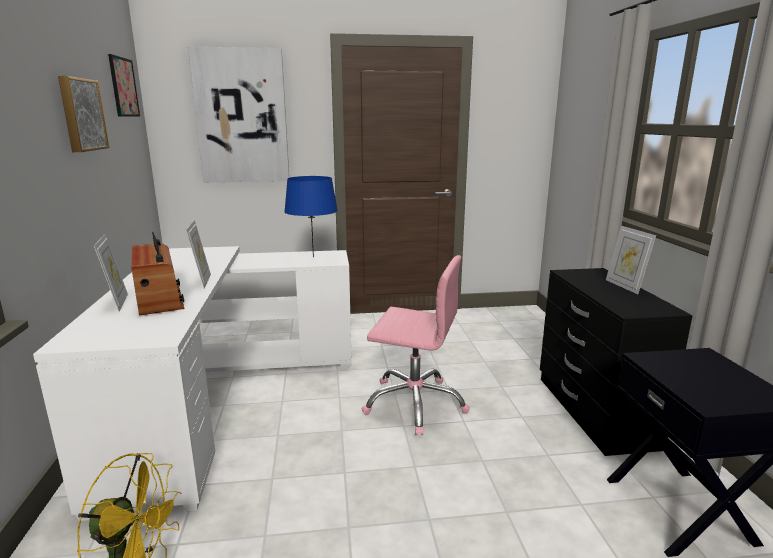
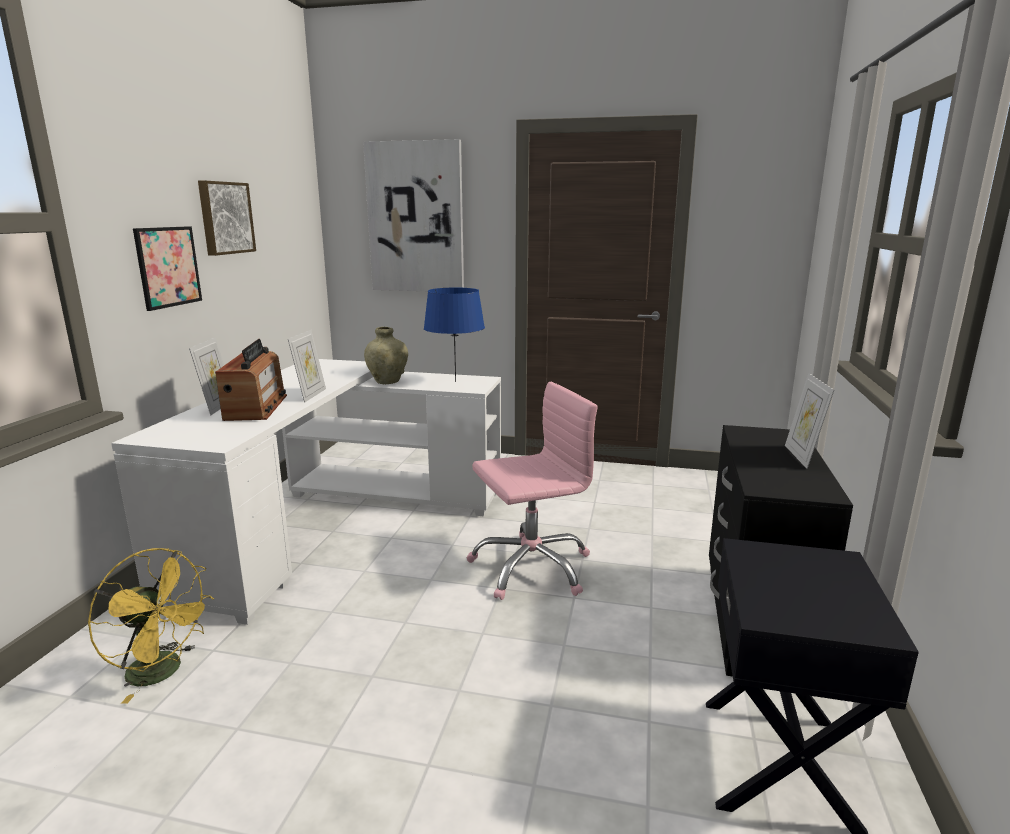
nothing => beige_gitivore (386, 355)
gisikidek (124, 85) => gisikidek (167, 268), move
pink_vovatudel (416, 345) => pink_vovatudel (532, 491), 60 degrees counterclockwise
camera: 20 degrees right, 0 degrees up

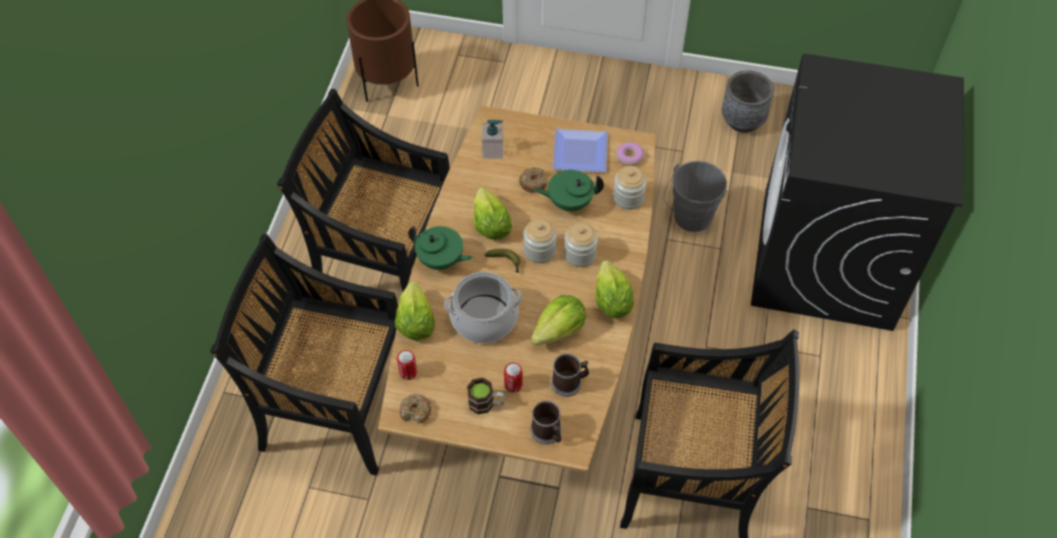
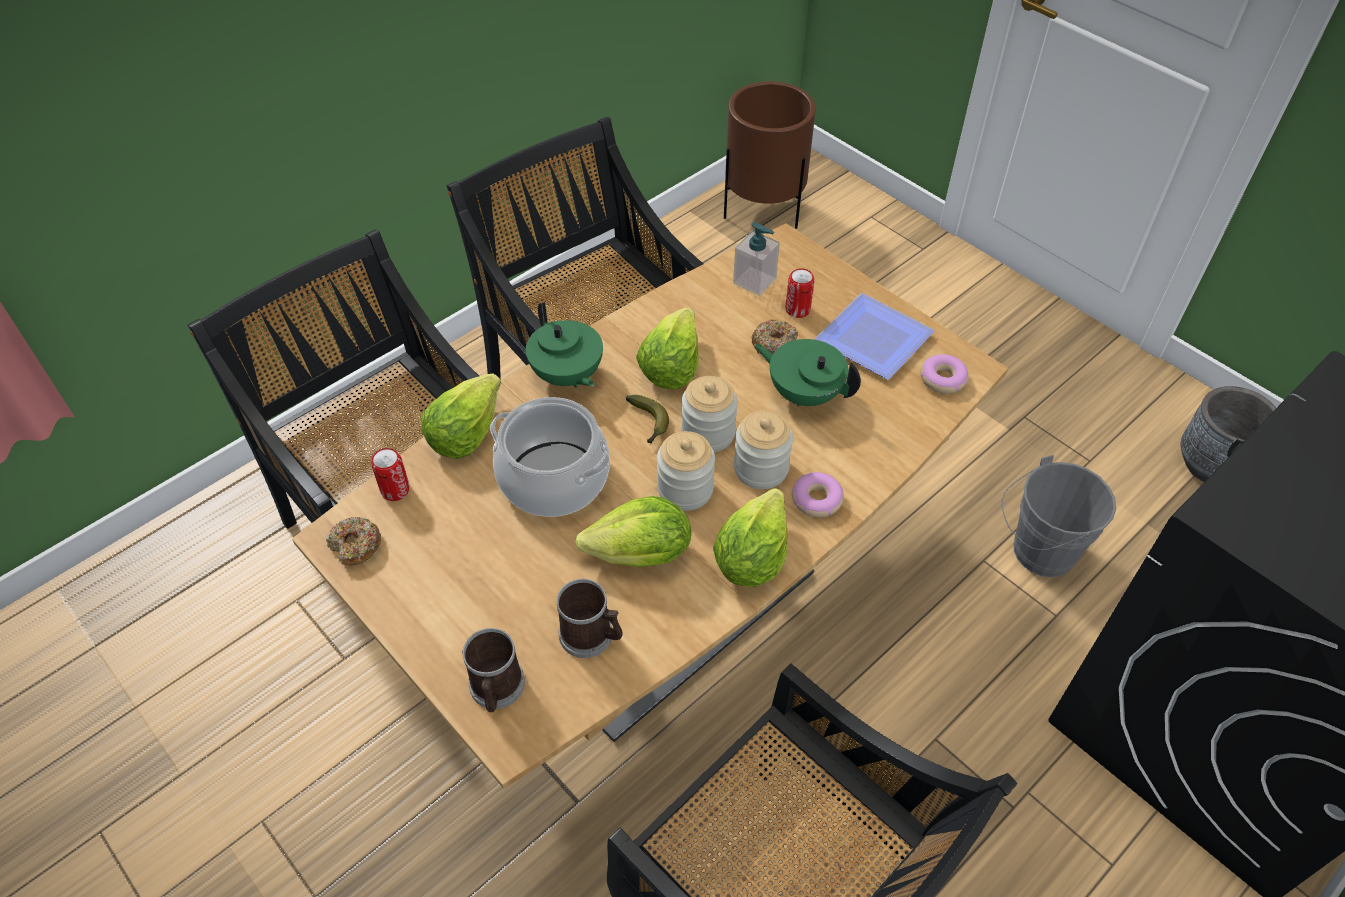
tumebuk (486, 396) => nothing
nothing => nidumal (818, 494)
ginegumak (513, 377) => ginegumak (799, 293), move
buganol (630, 188) => buganol (686, 471), move
camera: 35 degrees right, 5 degrees down

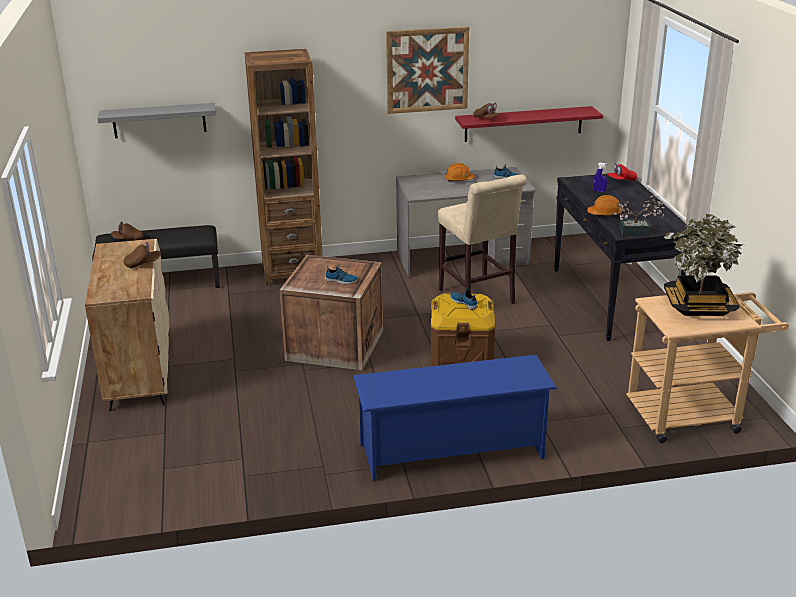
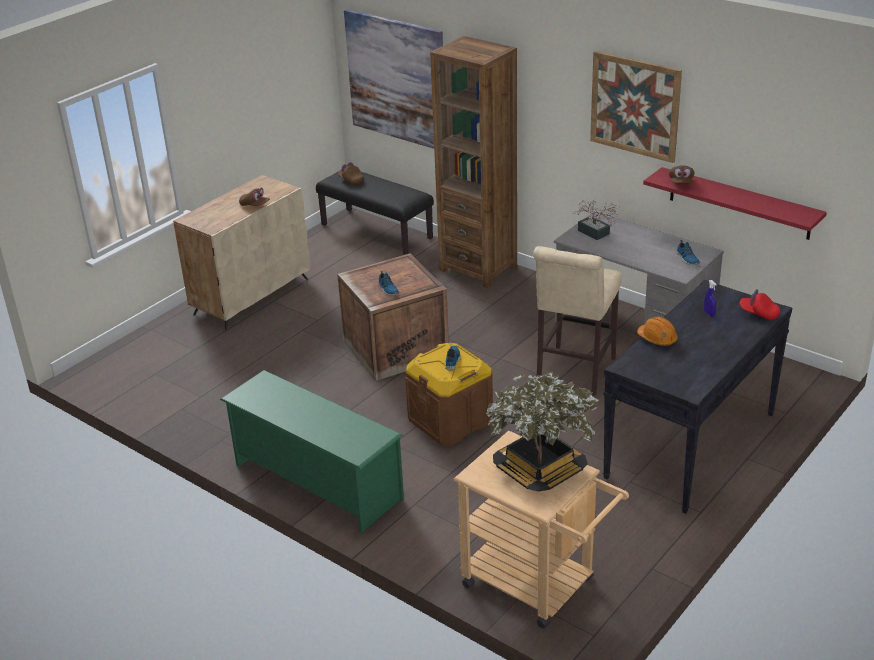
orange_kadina (460, 172) => nothing
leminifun (639, 215) => leminifun (596, 220), move
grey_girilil (156, 120) => gisikidek (393, 79)
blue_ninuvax (455, 418) => green_ninuvax (312, 451)
camera: 50 degrees right, 5 degrees up

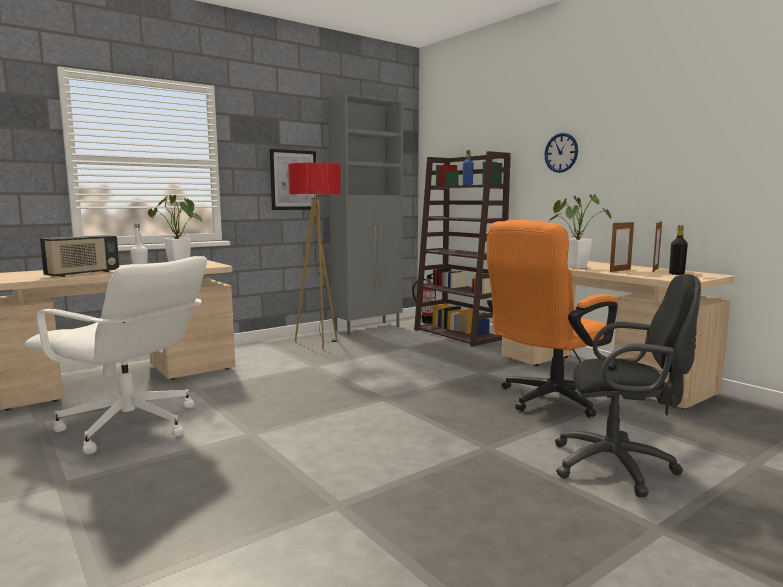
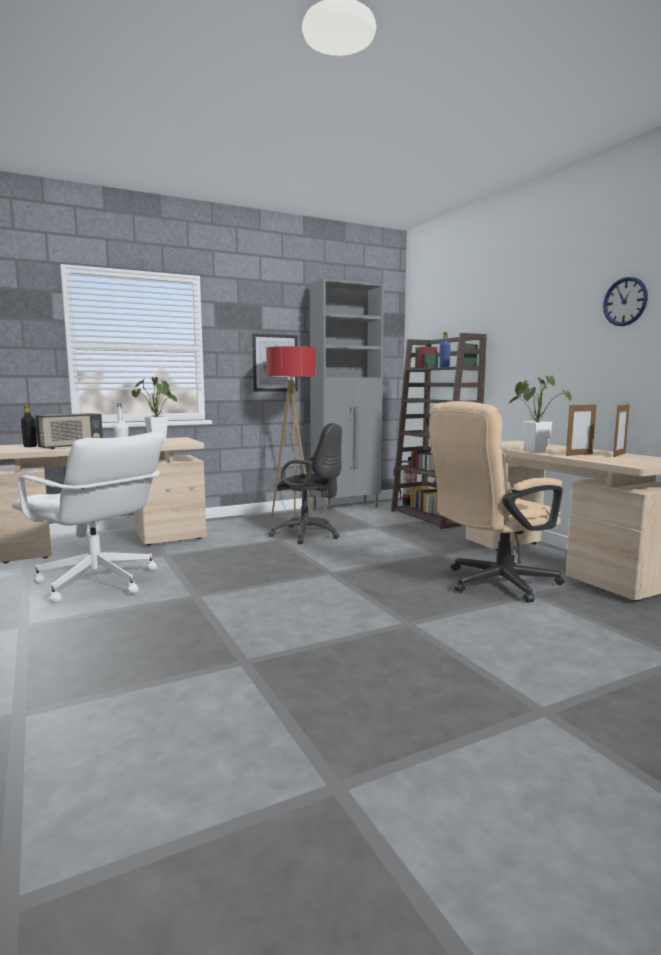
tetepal (561, 153) => tetepal (625, 301), move
black_vovatudel (628, 385) => black_vovatudel (305, 483), move
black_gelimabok (678, 250) => black_gelimabok (29, 425), move
orange_vovatudel (552, 318) => beige_vovatudel (496, 502)
camera: 10 degrees right, 0 degrees up

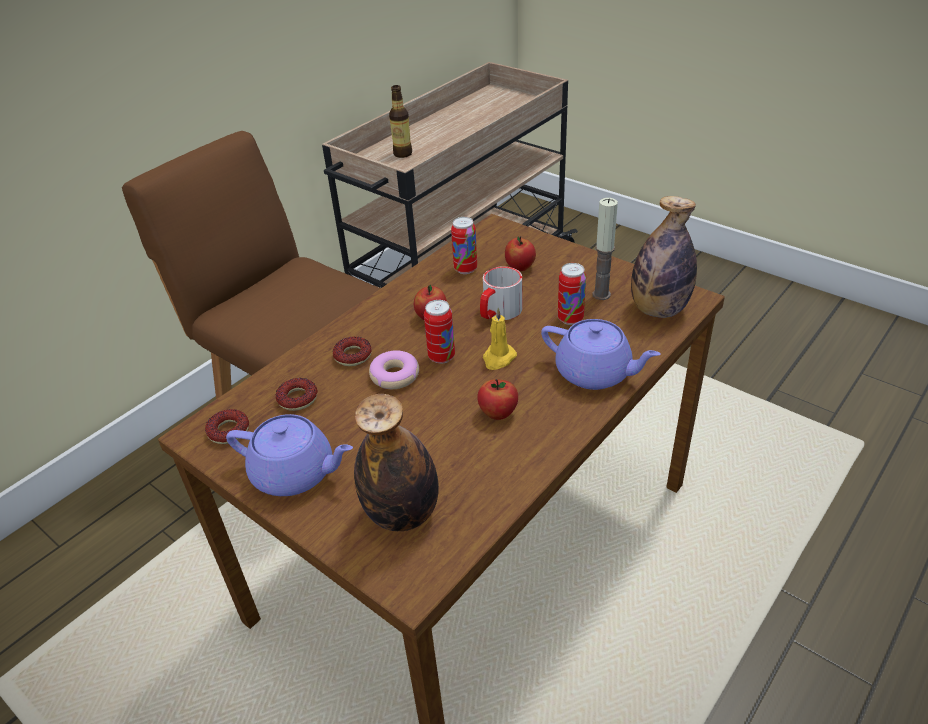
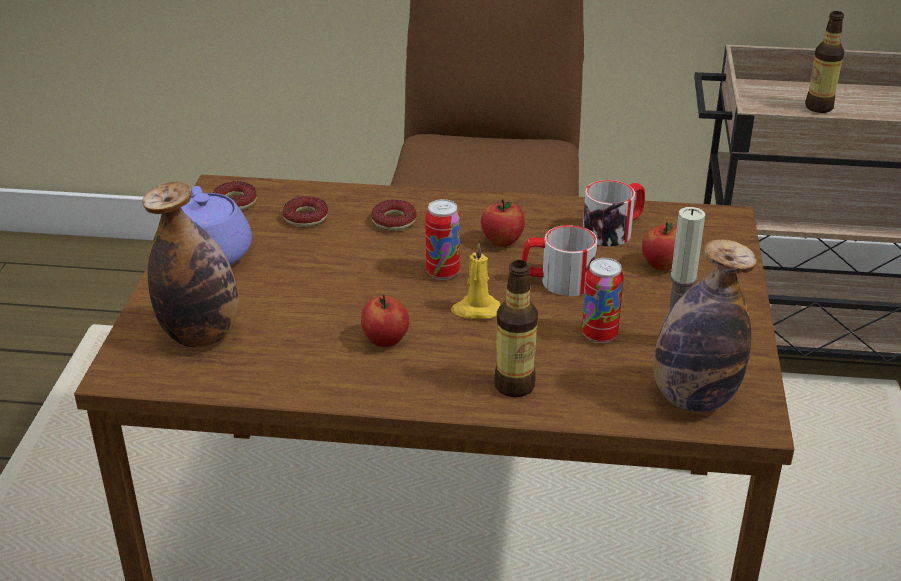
nidumal (394, 369) => nothing
ginegumak (464, 245) => tumebuk (614, 213)
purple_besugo (601, 354) => gelimabok (516, 328)
camera: 55 degrees right, 5 degrees down

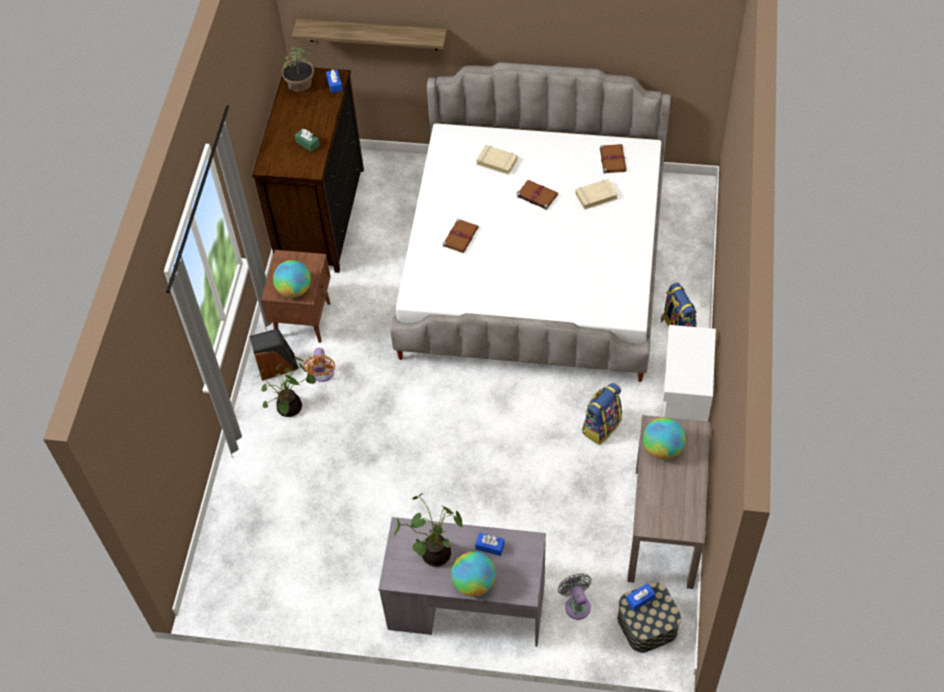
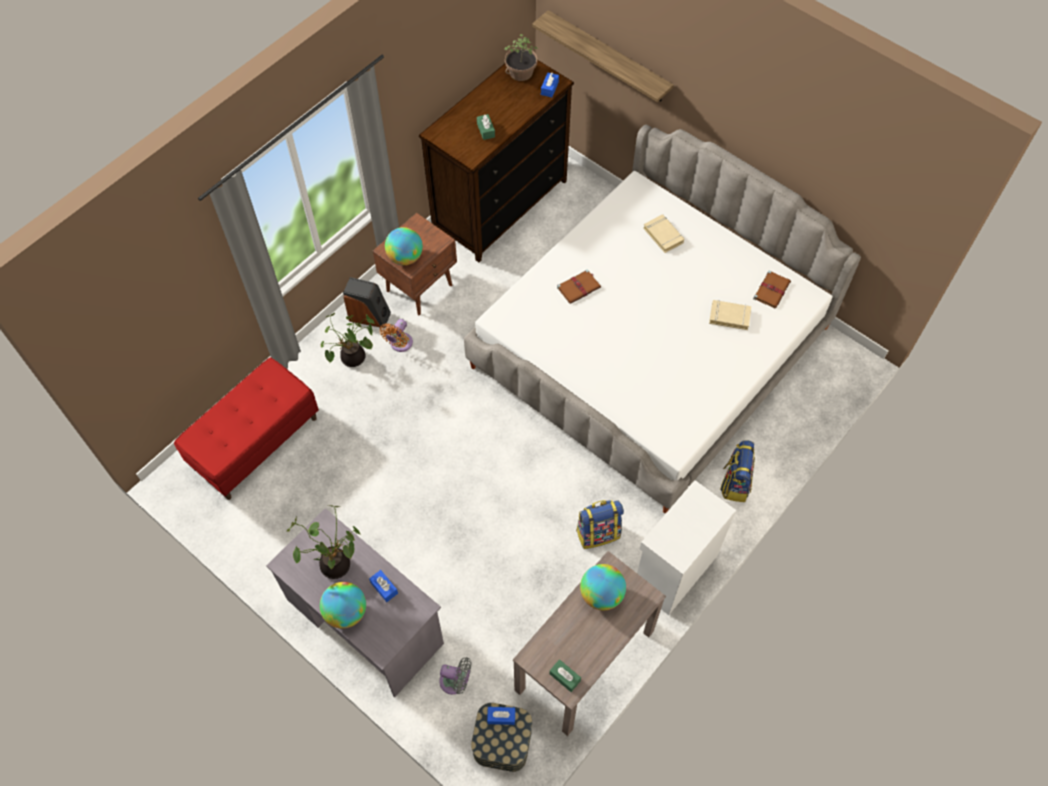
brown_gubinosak (537, 195) => nothing
nothing => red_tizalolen (246, 428)
nothing => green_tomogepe (565, 675)
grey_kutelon (575, 596) => grey_kutelon (455, 675), 90 degrees clockwise
camera: 30 degrees right, 5 degrees up

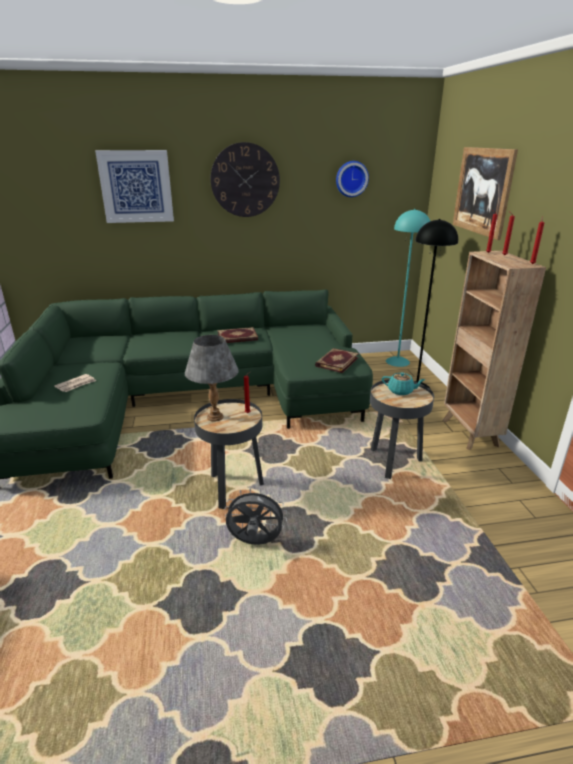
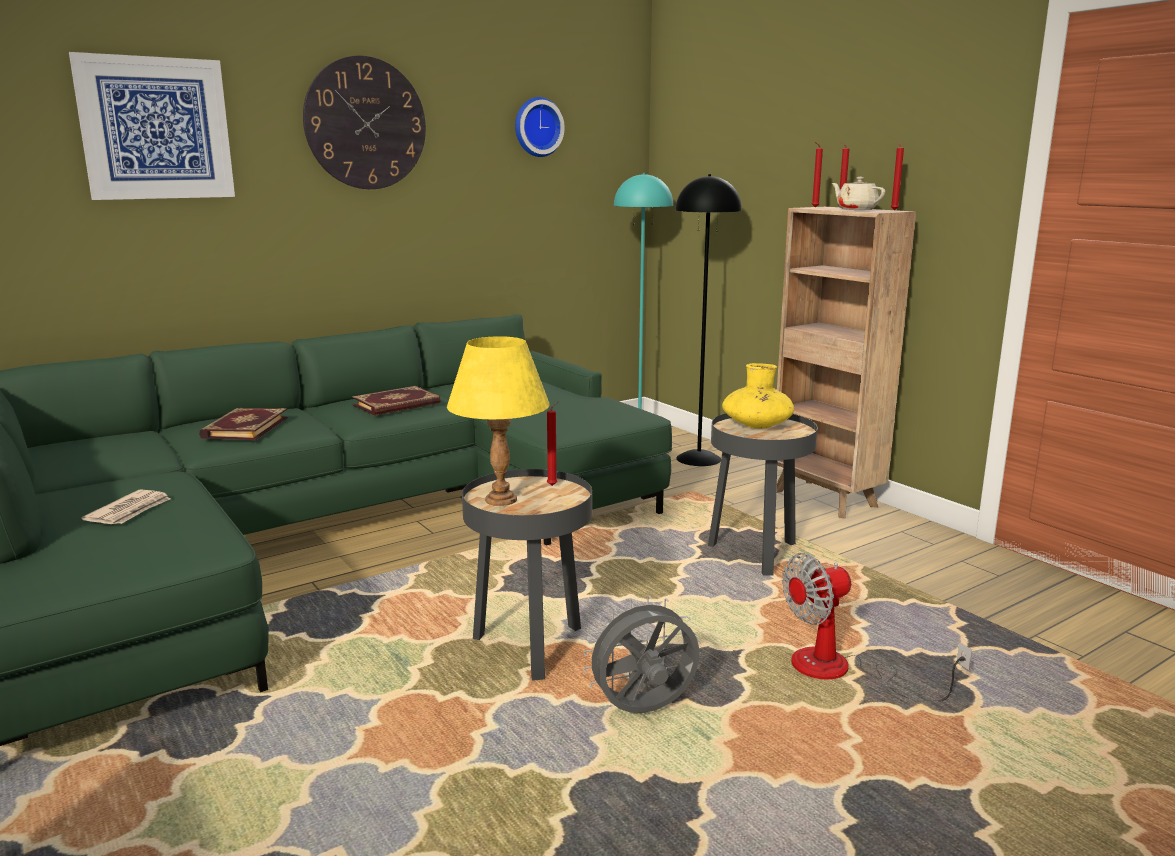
gisikidek (485, 193) => nothing
nothing => kutelon (877, 627)
nothing => beige_besugo (858, 193)
gubinosak (337, 360) => gubinosak (243, 424), move
turquoise_besugo (403, 383) => yellow_gitivore (758, 396)
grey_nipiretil (212, 378) => yellow_nipiretil (498, 421)
camera: 25 degrees left, 10 degrees down

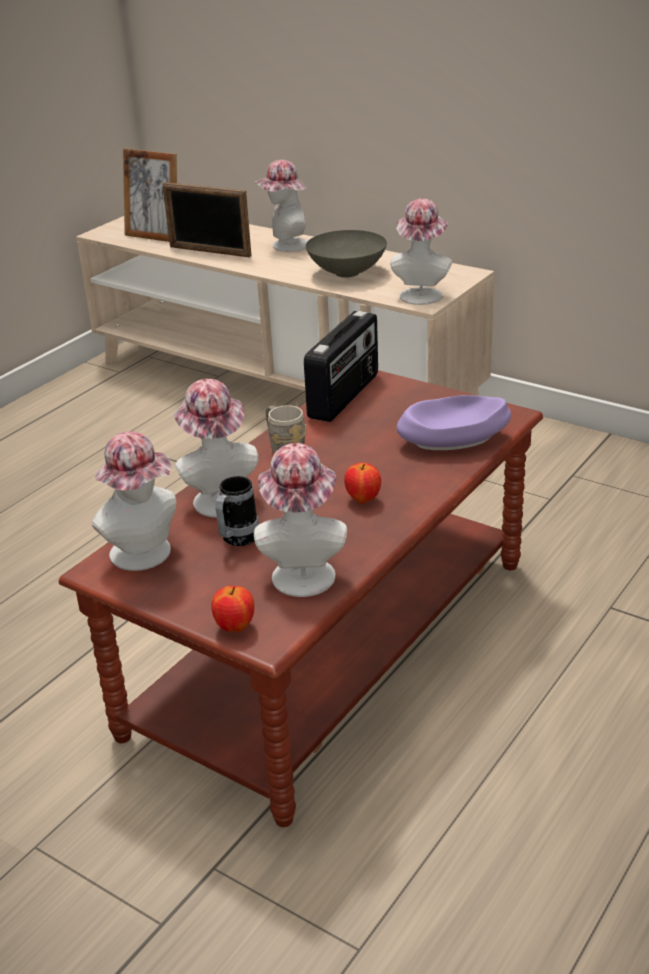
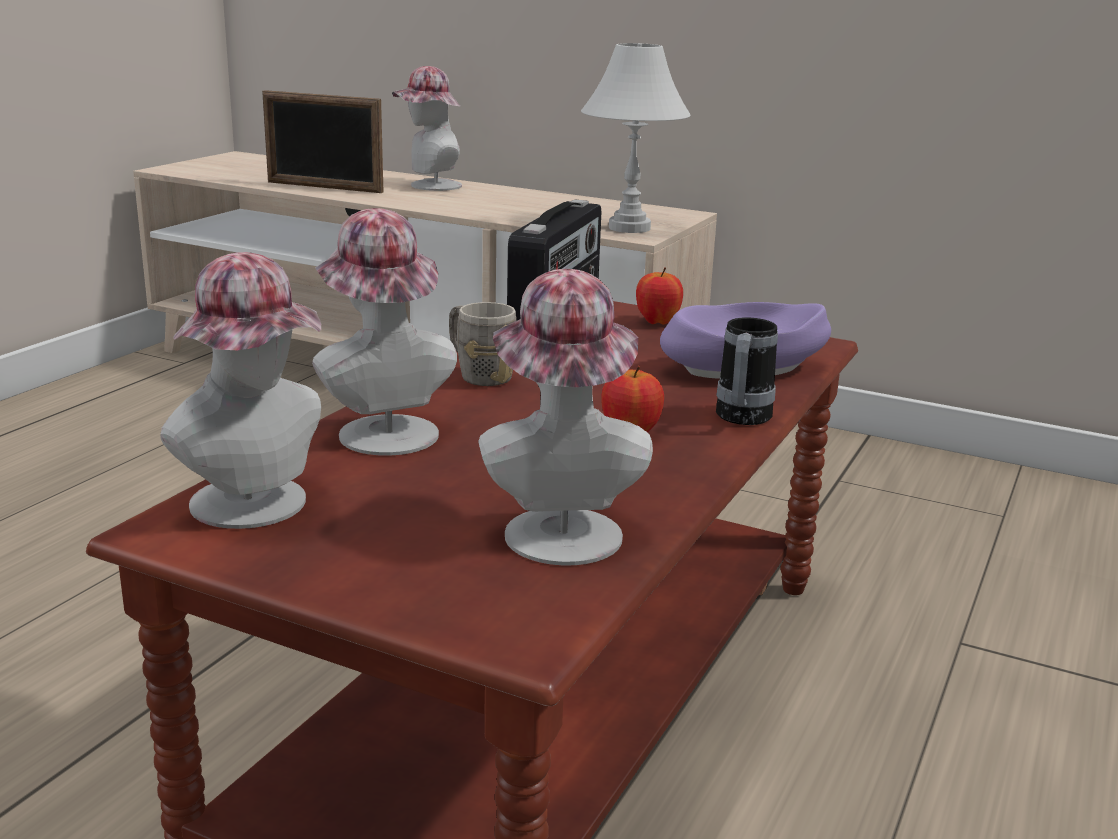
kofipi (150, 195) => nothing
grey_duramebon (346, 254) => nothing
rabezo (232, 609) => rabezo (659, 296), move
tumebuk (237, 511) => tumebuk (747, 371), move
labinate (421, 251) => white_nipiretil (636, 138)
camera: 10 degrees left, 10 degrees down

